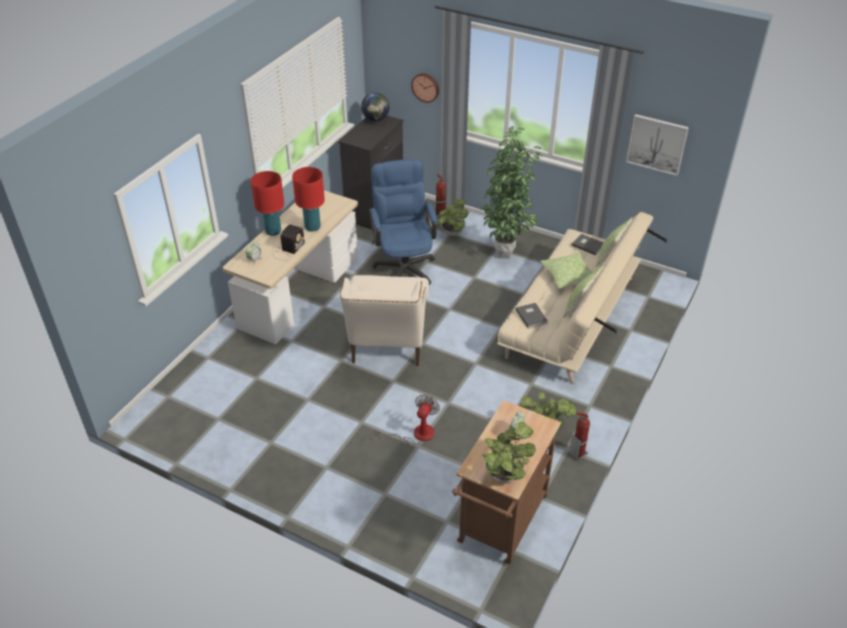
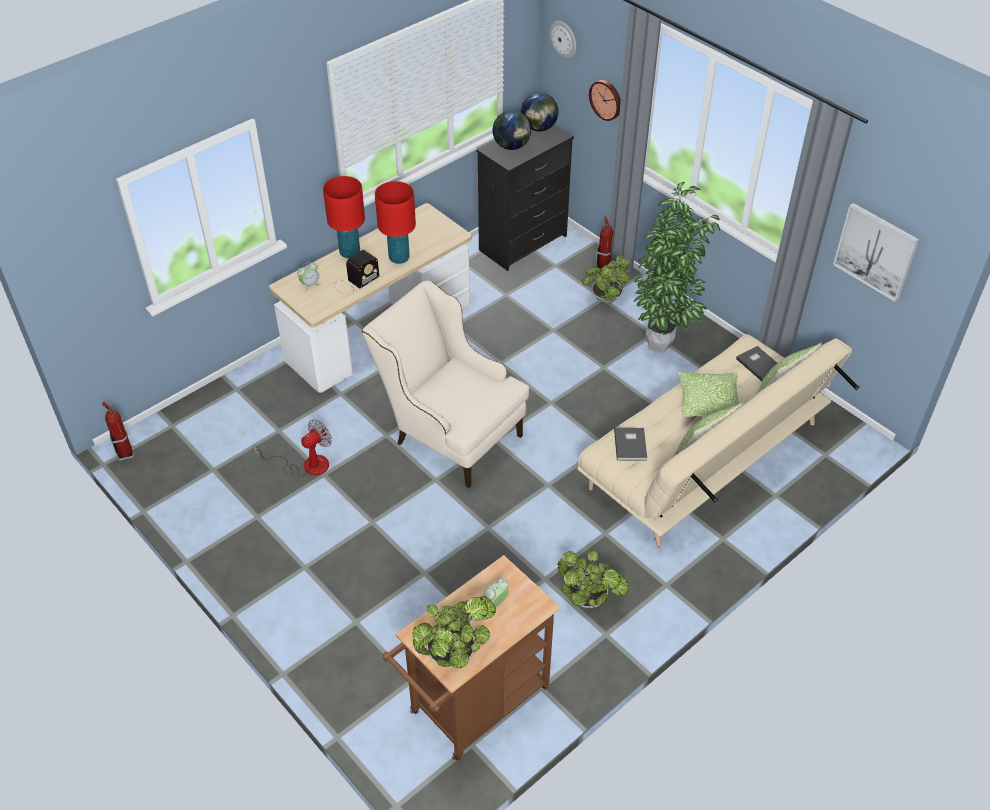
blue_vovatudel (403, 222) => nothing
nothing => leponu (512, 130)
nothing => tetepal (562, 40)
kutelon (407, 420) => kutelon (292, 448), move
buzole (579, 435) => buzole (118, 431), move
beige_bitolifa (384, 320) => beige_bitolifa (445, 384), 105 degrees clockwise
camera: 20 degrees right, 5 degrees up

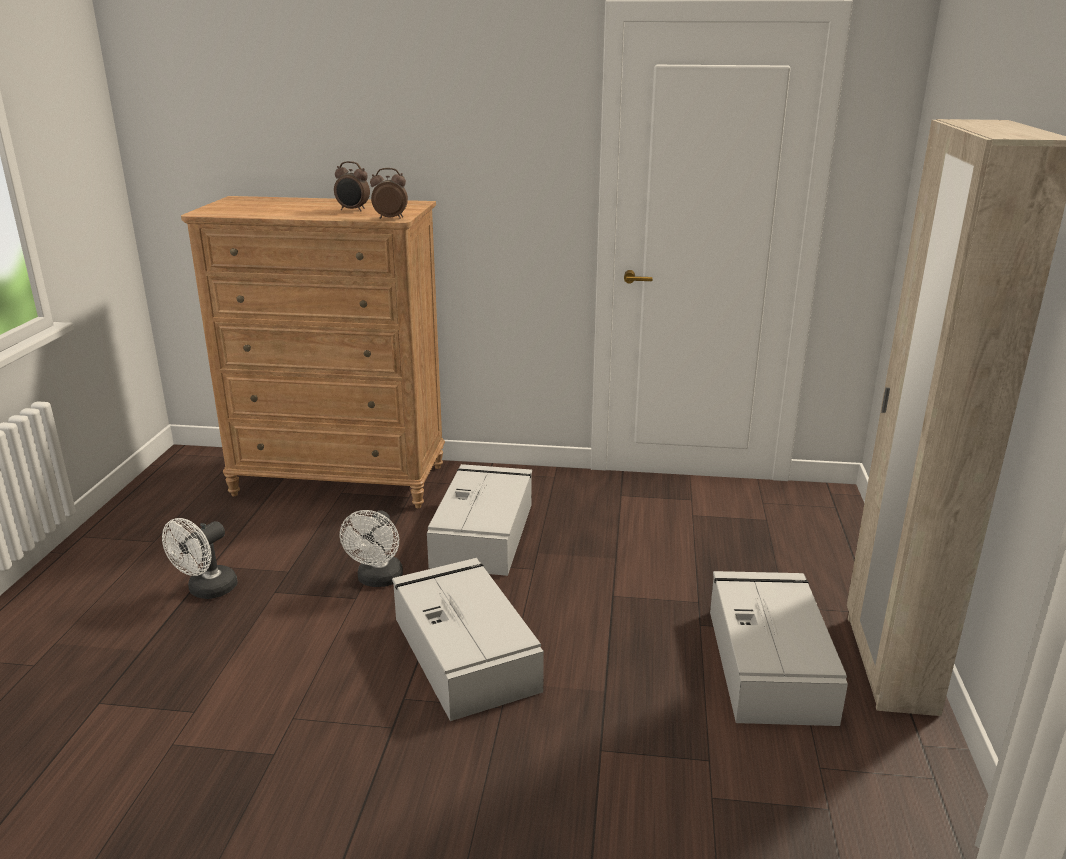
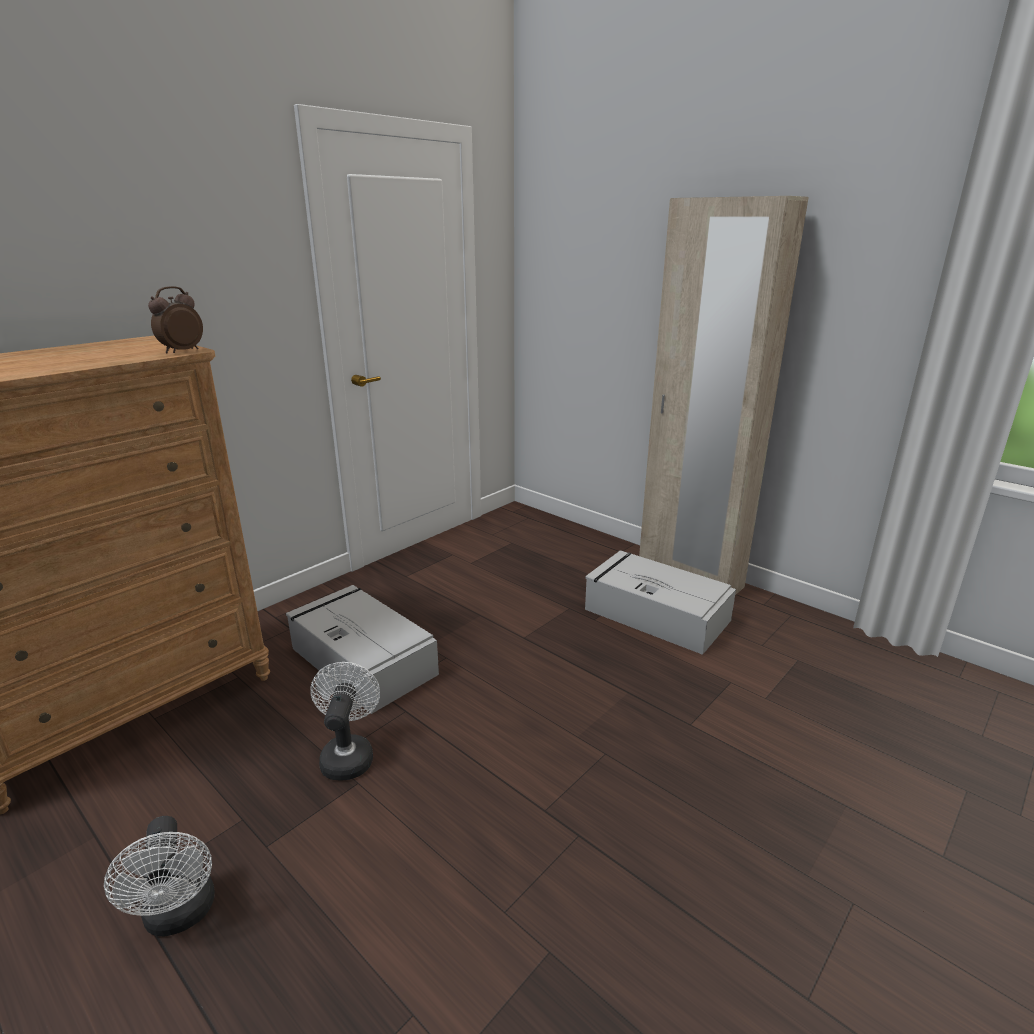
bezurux (352, 186) => nothing
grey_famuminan (468, 639) => nothing
white_kutelon (371, 548) => white_kutelon (345, 721), 135 degrees counterclockwise
camera: 55 degrees left, 0 degrees up

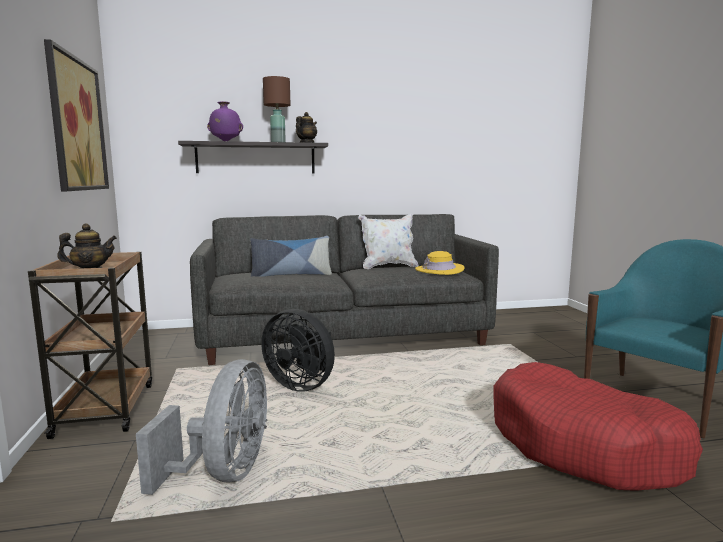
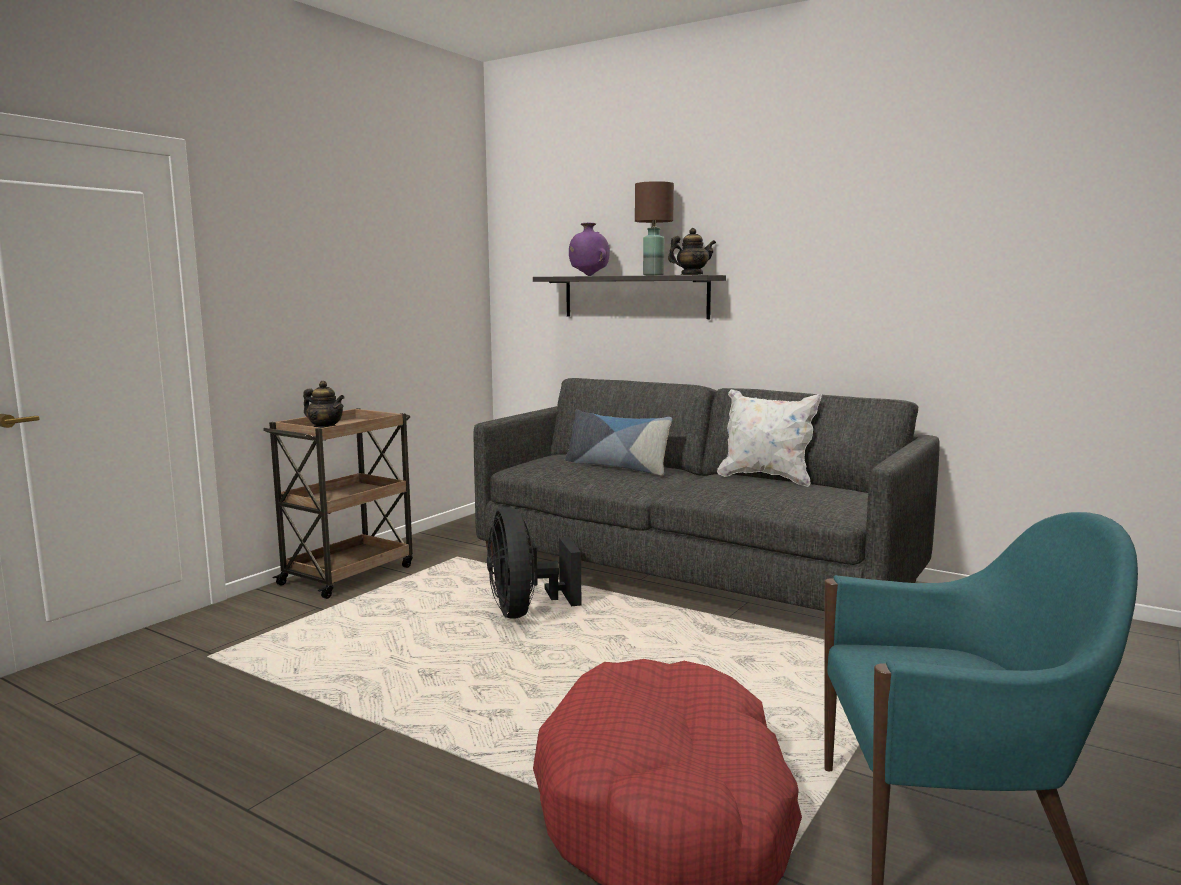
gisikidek (76, 115) => nothing
grey_kutelon (201, 427) => nothing
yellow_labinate (440, 263) => nothing
camera: 45 degrees right, 0 degrees up

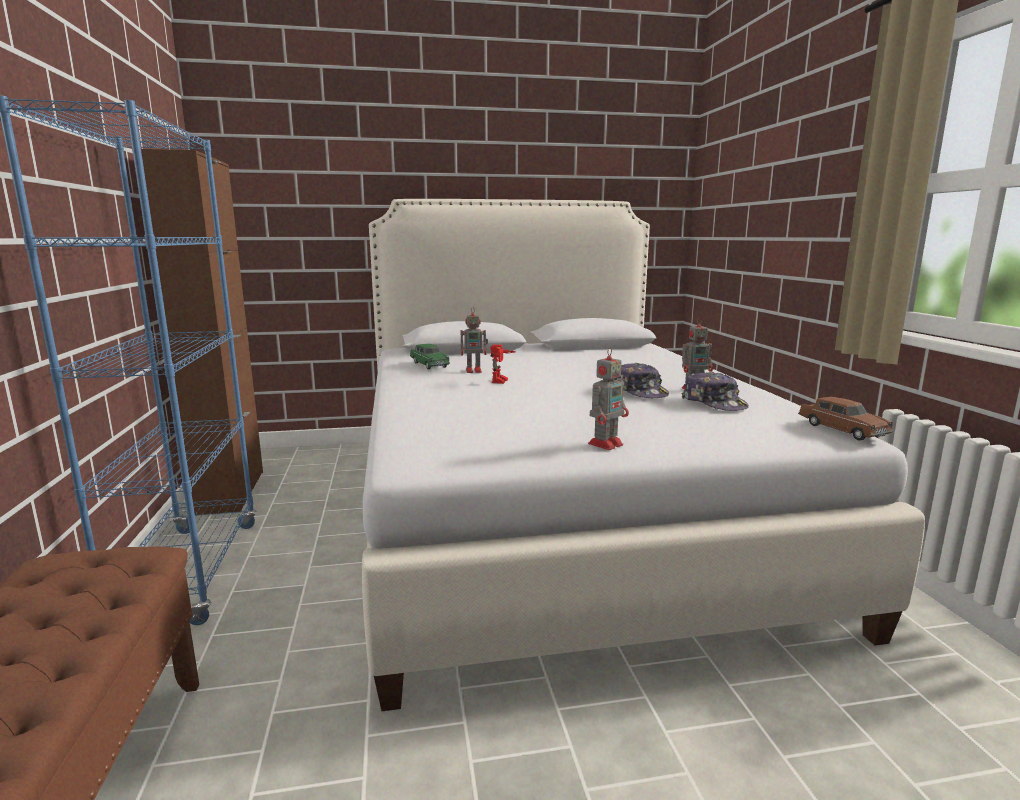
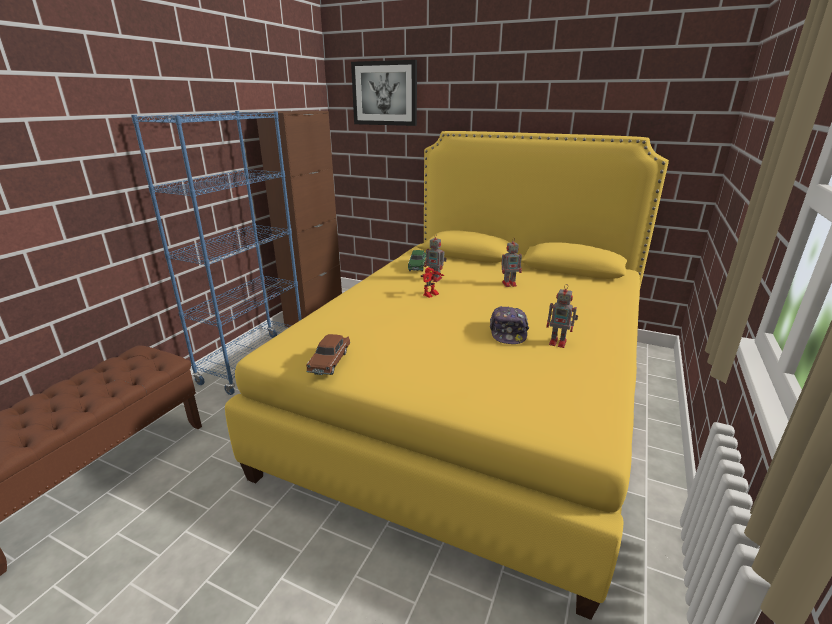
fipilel (715, 391) => nothing
nothing => gisikidek (384, 93)
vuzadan (608, 398) => vuzadan (512, 262), move
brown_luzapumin (846, 419) => brown_luzapumin (328, 354), move
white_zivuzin (643, 455) => yellow_zivuzin (447, 375)
camera: 35 degrees right, 10 degrees up

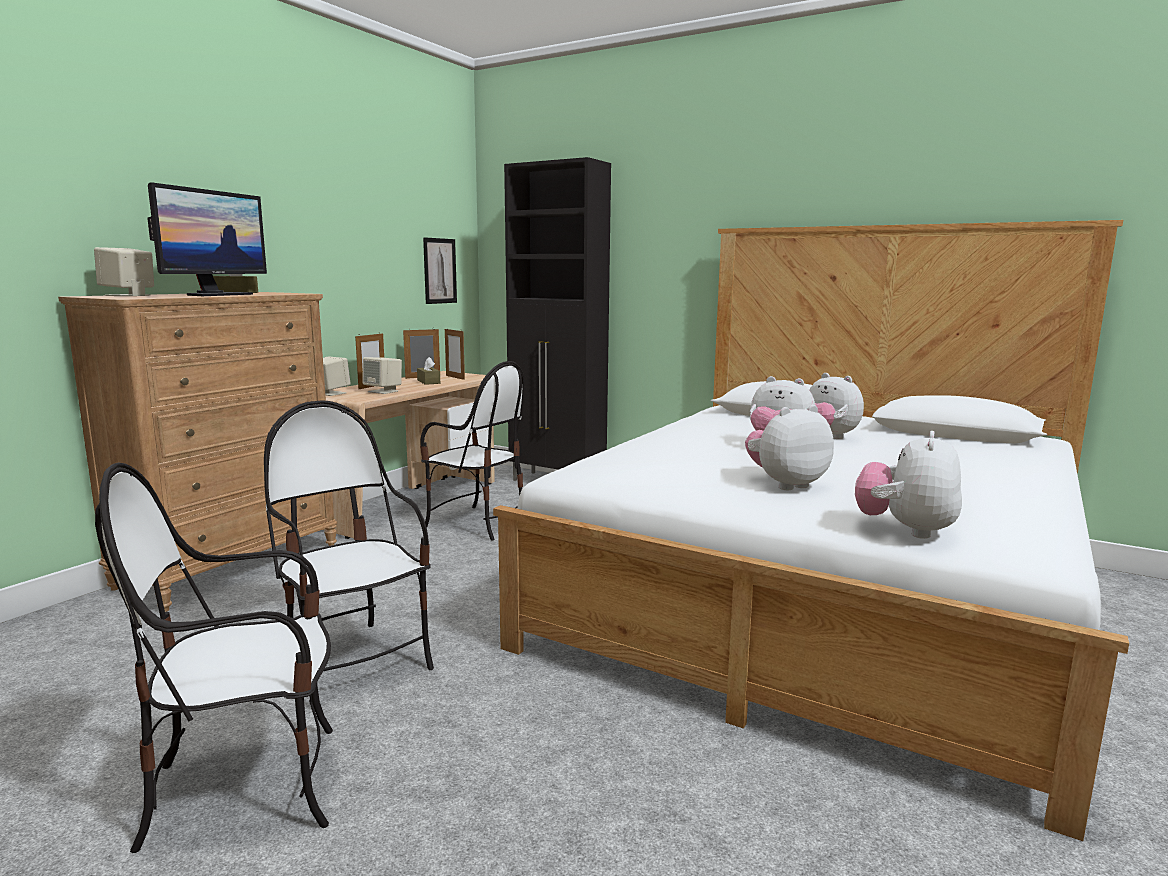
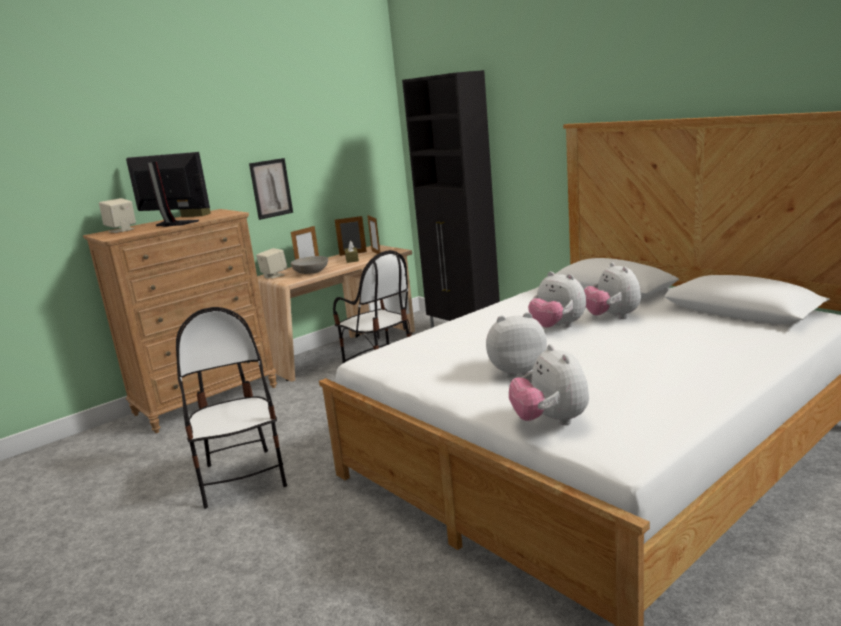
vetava (214, 658) => nothing
gisikidek (440, 270) => gisikidek (271, 189), move
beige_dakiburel (382, 375) => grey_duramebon (309, 265)
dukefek (207, 239) => dukefek (168, 189), 105 degrees counterclockwise
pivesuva (908, 485) => pivesuva (549, 384), 60 degrees counterclockwise
camera: 20 degrees right, 5 degrees up

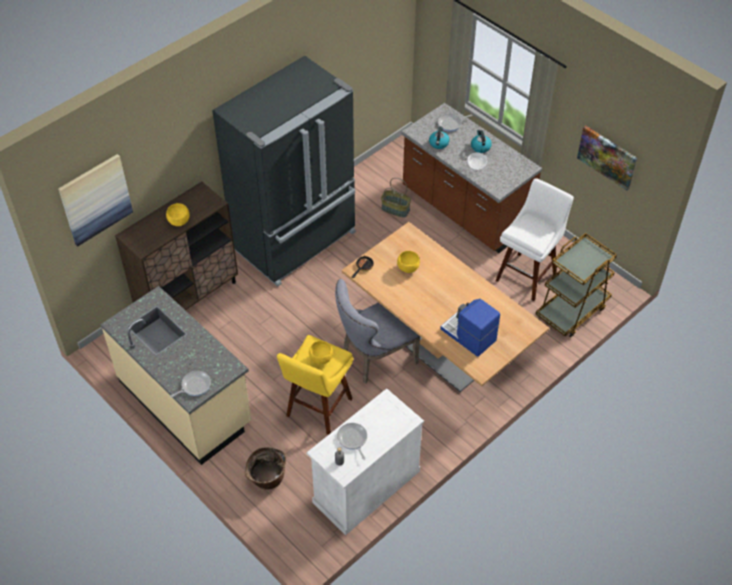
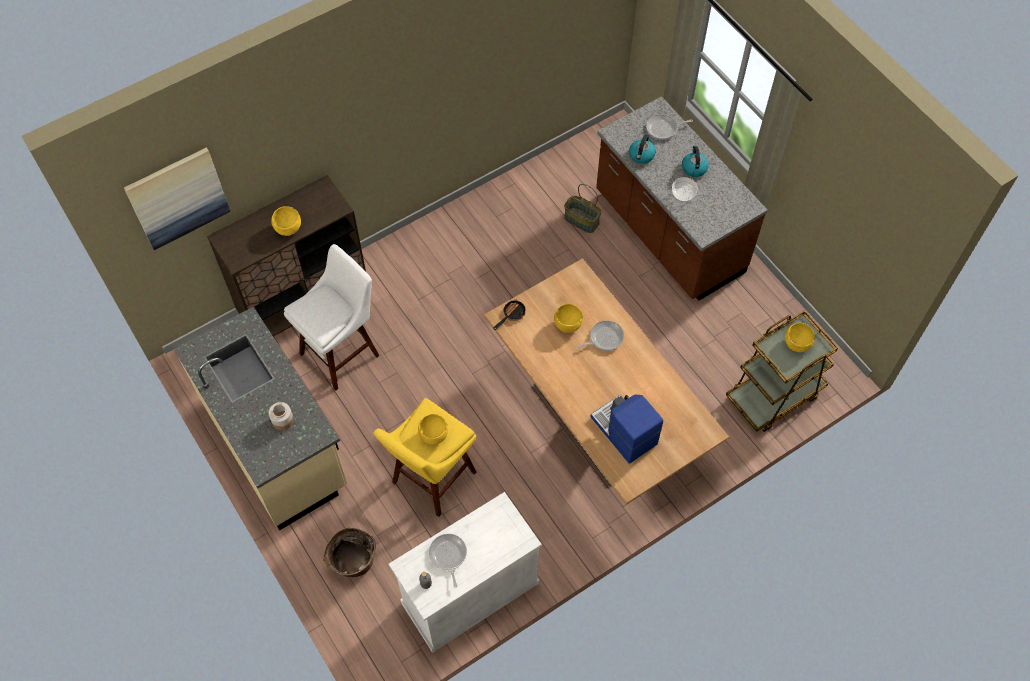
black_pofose (284, 171) => nothing
grey_vetava (377, 331) => nothing
gisikidek (607, 158) => nothing
nothing => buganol (281, 416)
nothing => yellow_duramebon (800, 337)
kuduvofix (190, 384) => kuduvofix (600, 335), move
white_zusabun (534, 239) => white_zusabun (331, 317), move
camera: 10 degrees right, 10 degrees up

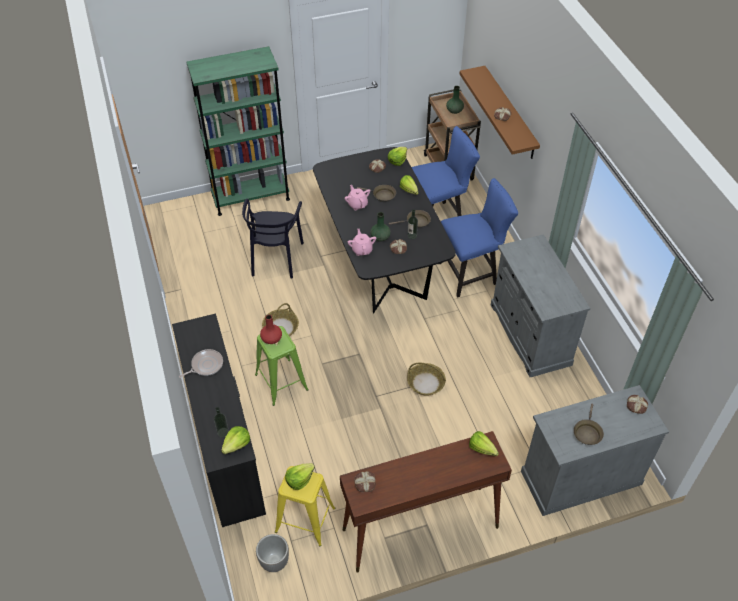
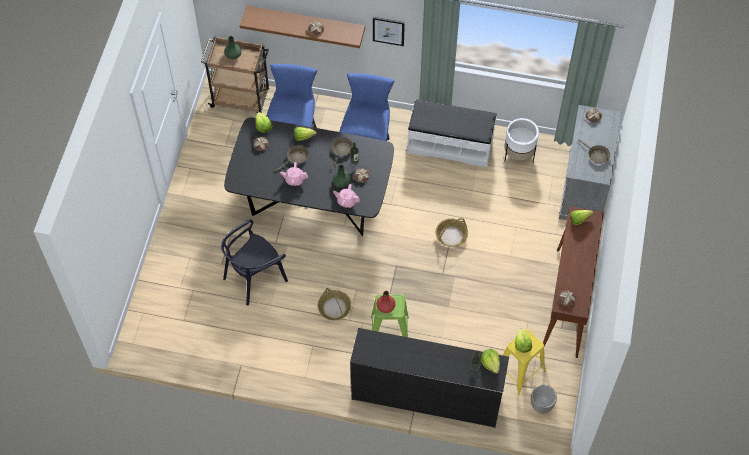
kuduvofix (201, 363) => nothing
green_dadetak (238, 131) => nothing
nothing => gisikidek (389, 31)
nothing => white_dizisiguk (521, 140)
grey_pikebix (540, 305) => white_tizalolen (451, 133)
black_vetava (273, 239) => black_vetava (254, 262), 105 degrees clockwise
camera: 60 degrees left, 10 degrees up

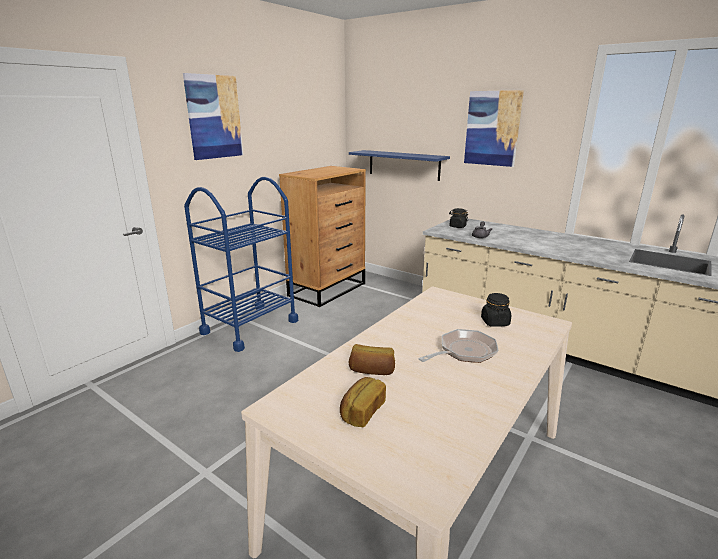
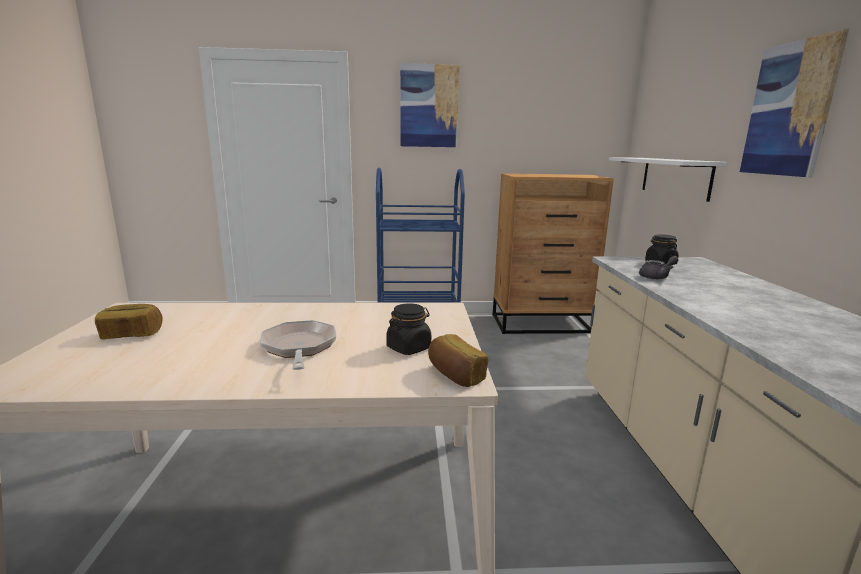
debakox (372, 359) => debakox (458, 360), move
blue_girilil (399, 165) => white_girilil (668, 179)
kuduvofix (458, 346) => kuduvofix (298, 345), 120 degrees counterclockwise
camera: 50 degrees right, 5 degrees down

